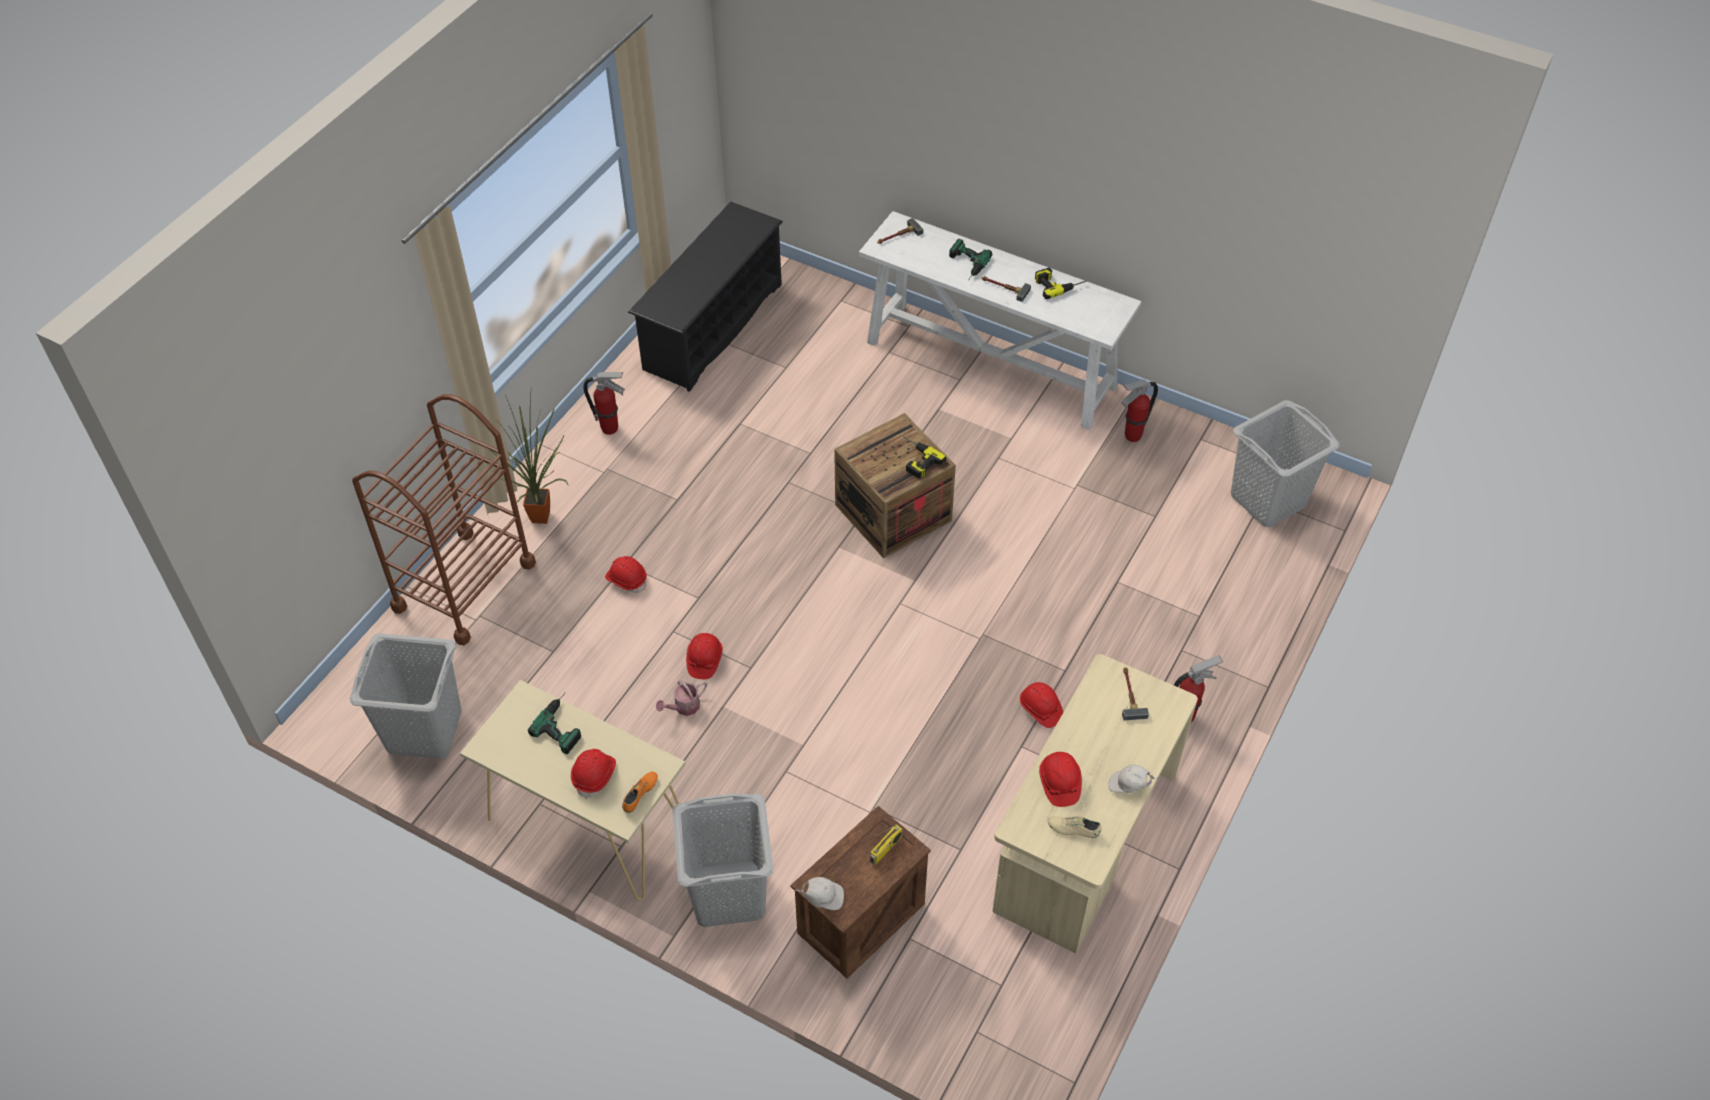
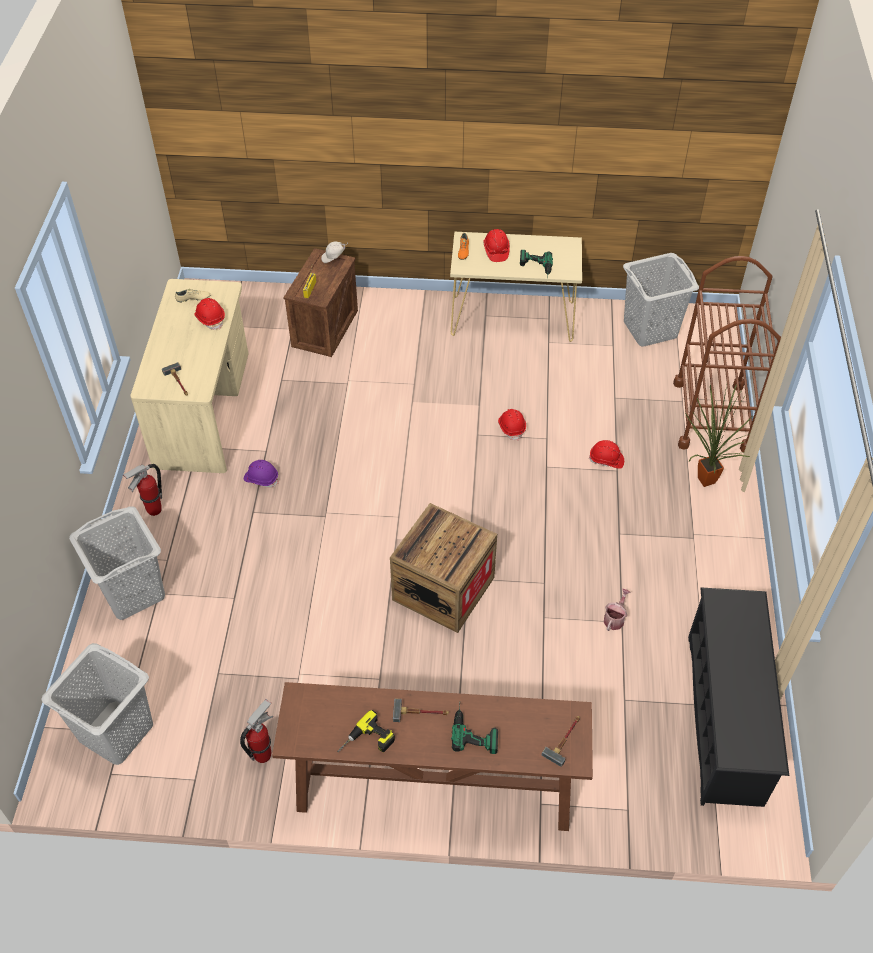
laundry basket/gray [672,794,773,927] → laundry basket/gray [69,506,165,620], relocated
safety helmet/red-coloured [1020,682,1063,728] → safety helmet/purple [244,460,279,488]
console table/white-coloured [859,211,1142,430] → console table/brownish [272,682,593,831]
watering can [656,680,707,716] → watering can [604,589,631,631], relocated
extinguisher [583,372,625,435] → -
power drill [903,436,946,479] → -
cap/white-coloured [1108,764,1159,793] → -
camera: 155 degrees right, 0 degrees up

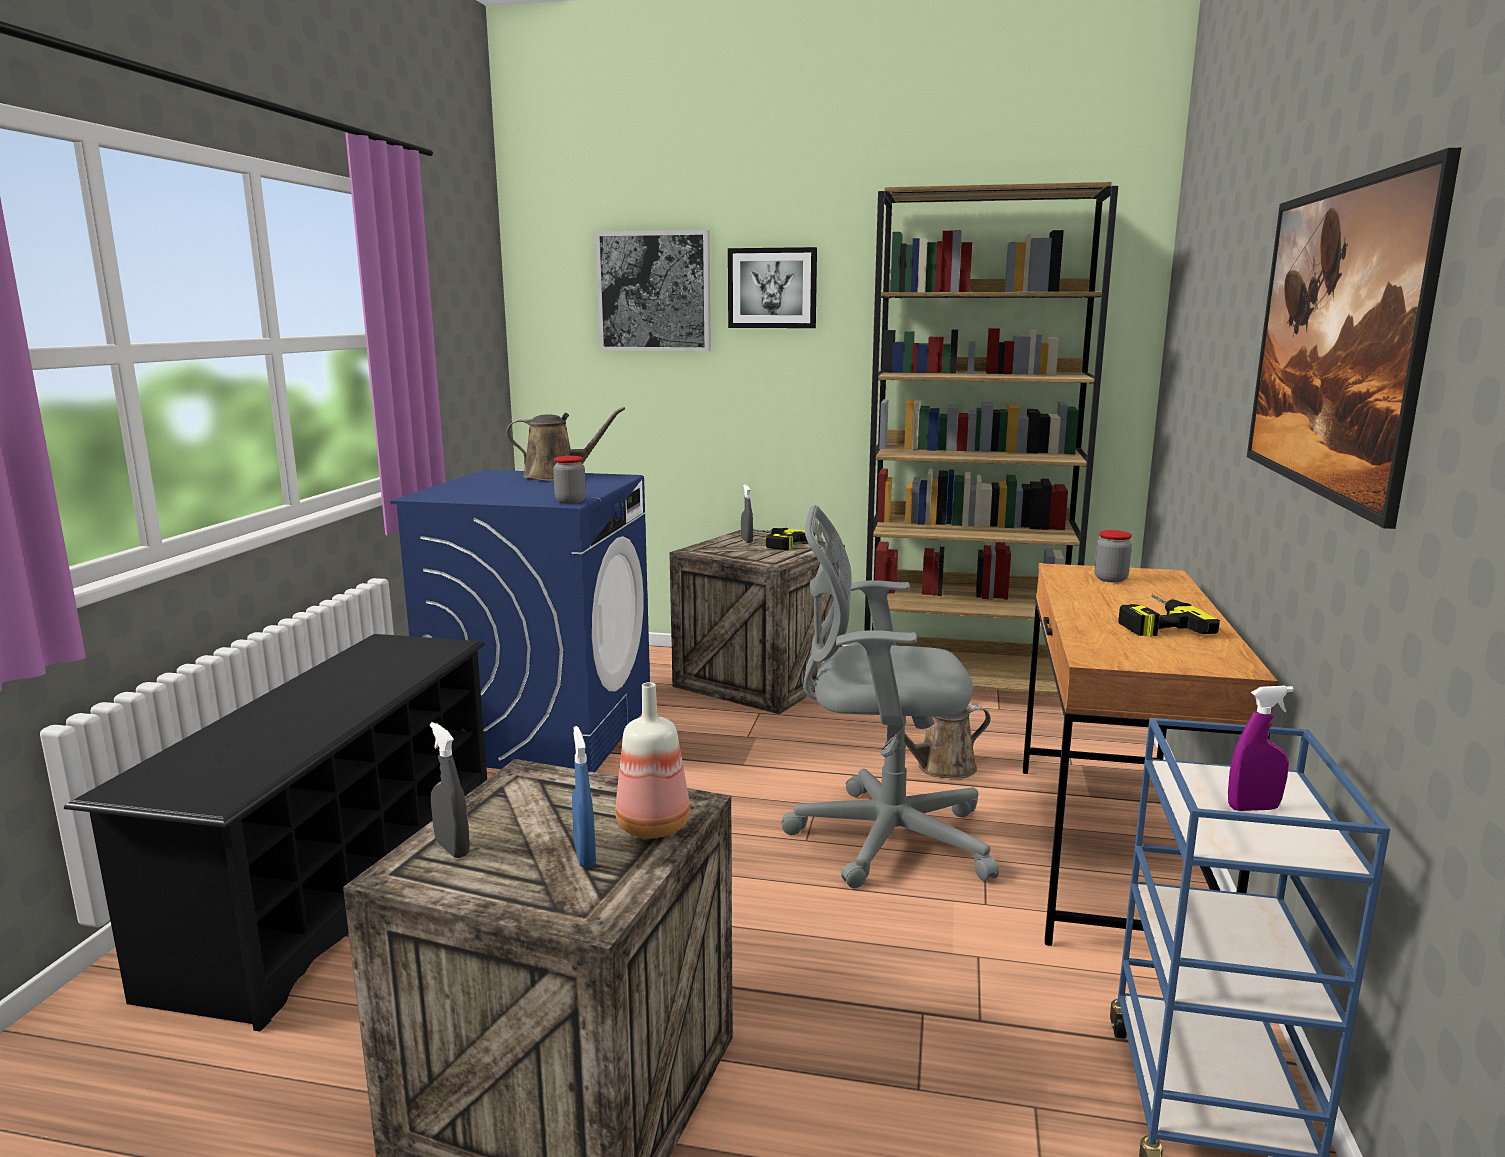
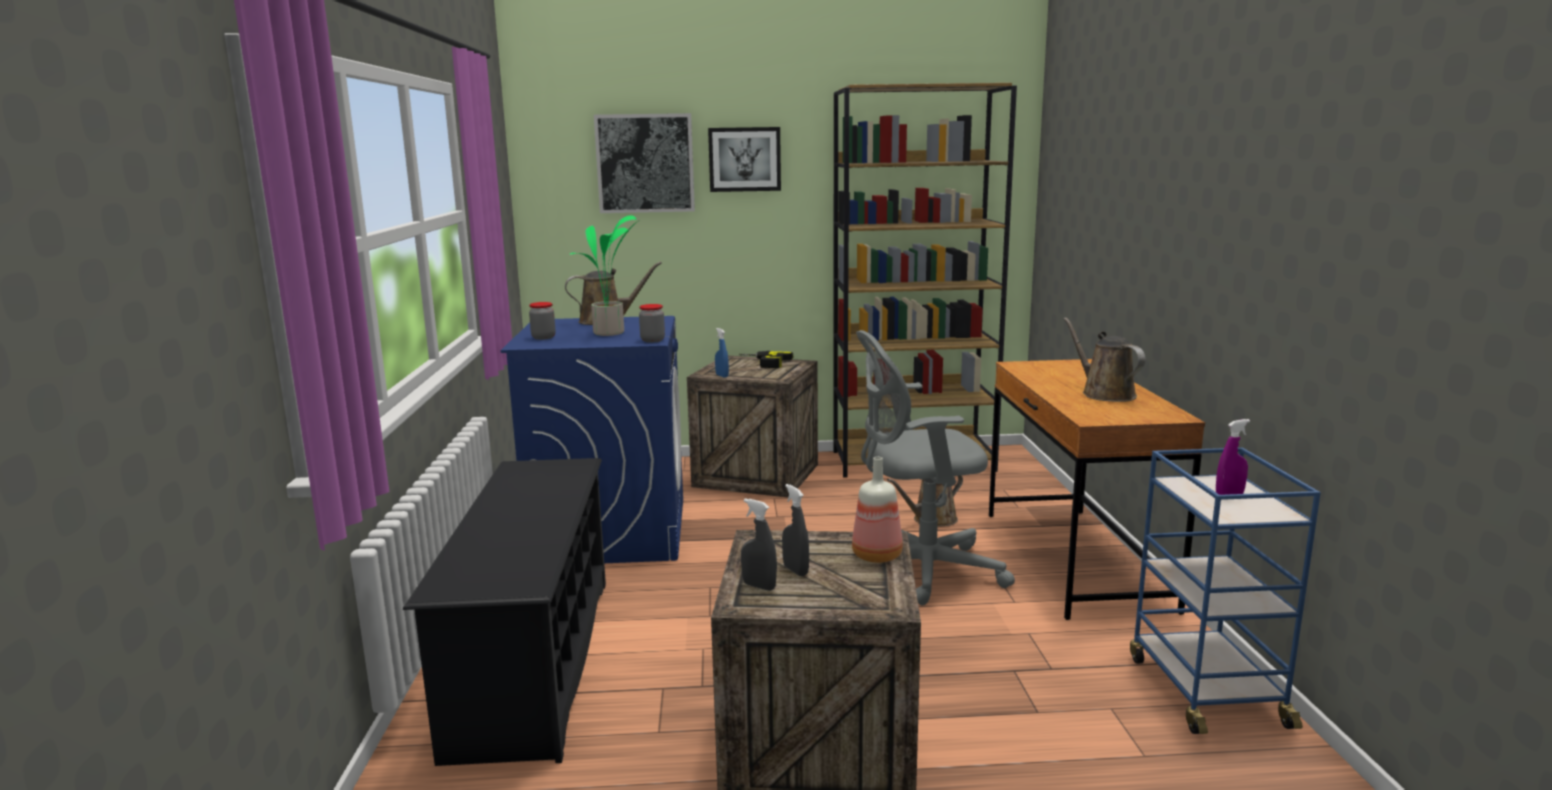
jar [1094,530,1132,583] → jar [529,302,556,340], relocated
- → potted plant [569,215,640,336]
sprayer/bluish [572,726,596,868] → sprayer/bluish [715,328,729,378], relocated
sprayer/gray [741,484,753,543] → sprayer/gray [782,484,809,576], relocated
power drill [1118,594,1220,637] → watering can/brownish [1064,317,1146,402]
picture [1247,148,1461,529] → -
camera: 15 degrees left, 0 degrees up

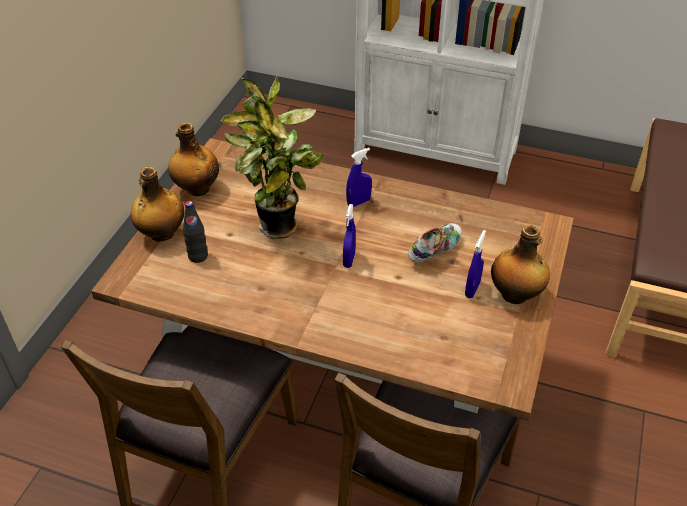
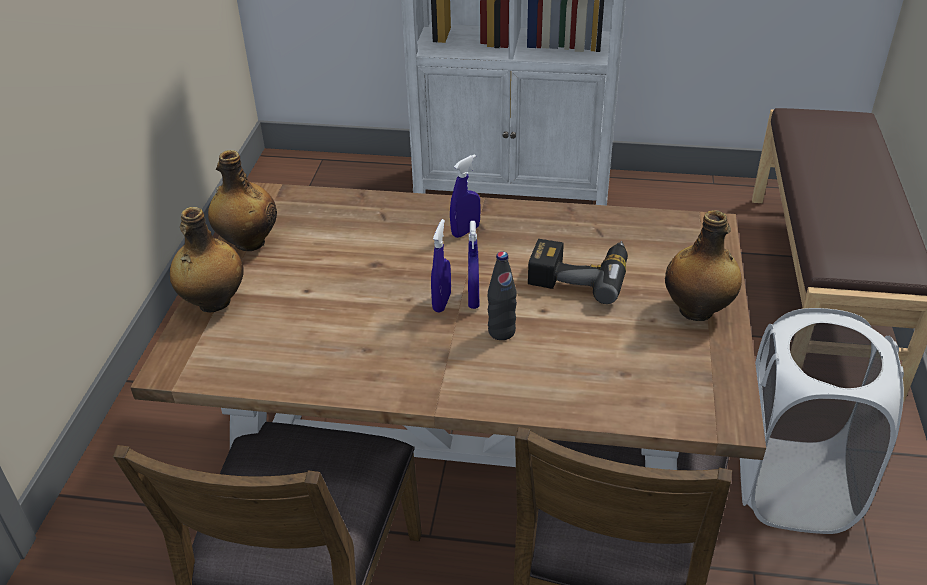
sprayer/bluish [465,230,486,298] → sprayer/bluish [431,219,451,313], relocated
bottle/black-coloured [183,201,208,263] → bottle/black-coloured [488,251,517,340], relocated
item of footwear [408,223,462,263] → power drill [528,239,628,304]
- → laundry basket/white-coloured [740,308,904,534]
potted plant [221,75,324,239] → -
camera: 10 degrees left, 5 degrees down

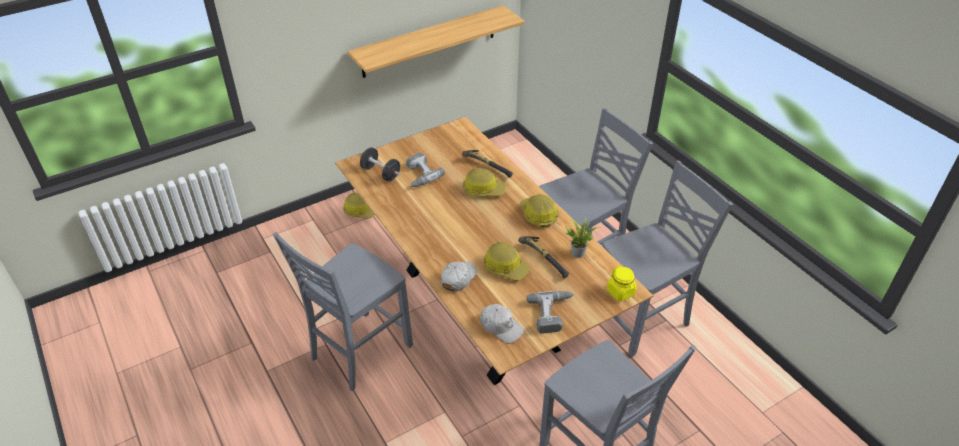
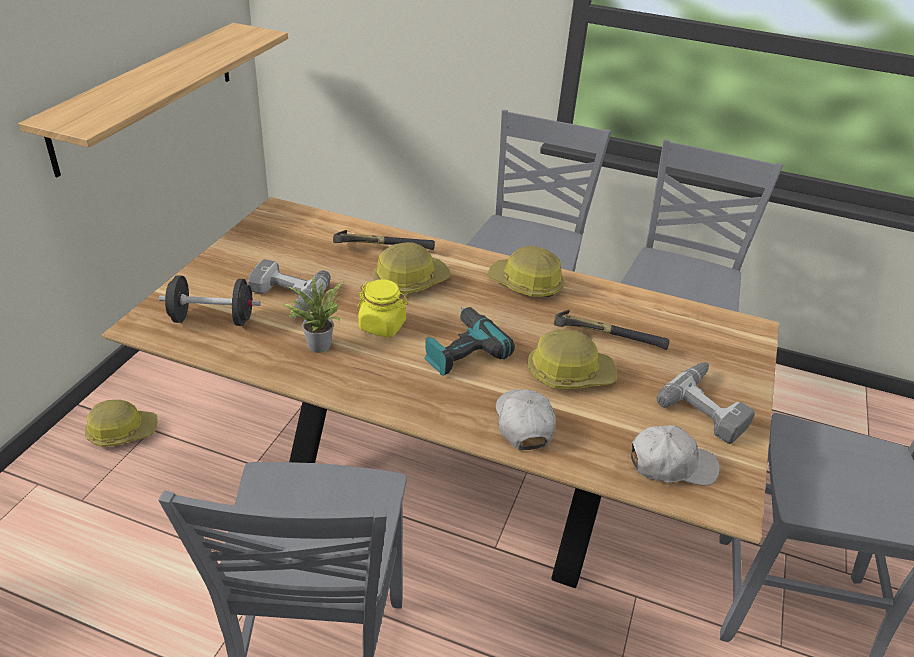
potted plant [565,217,600,258] → potted plant [282,275,346,353], relocated
jar/yellow-coloured [607,266,637,301] → jar/yellow-coloured [358,279,408,338], relocated
- → power drill [424,307,515,376]
camera: 40 degrees left, 5 degrees down

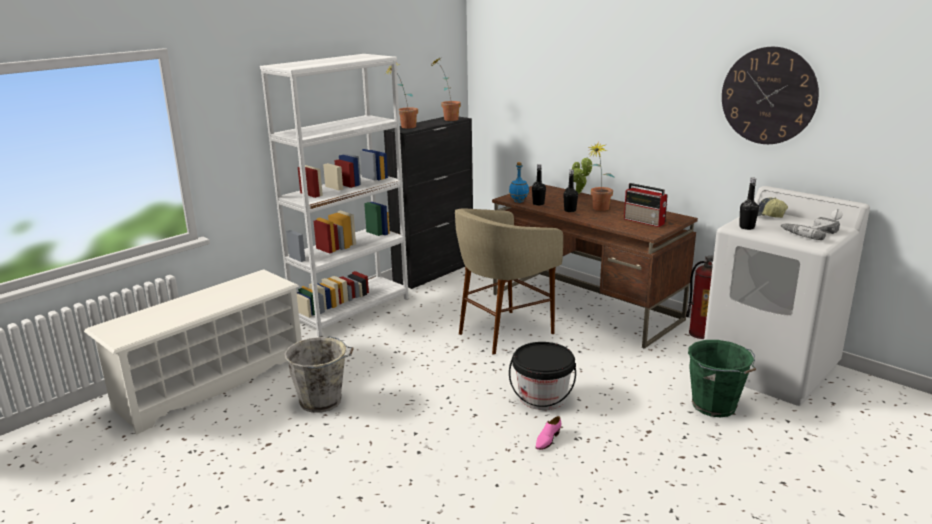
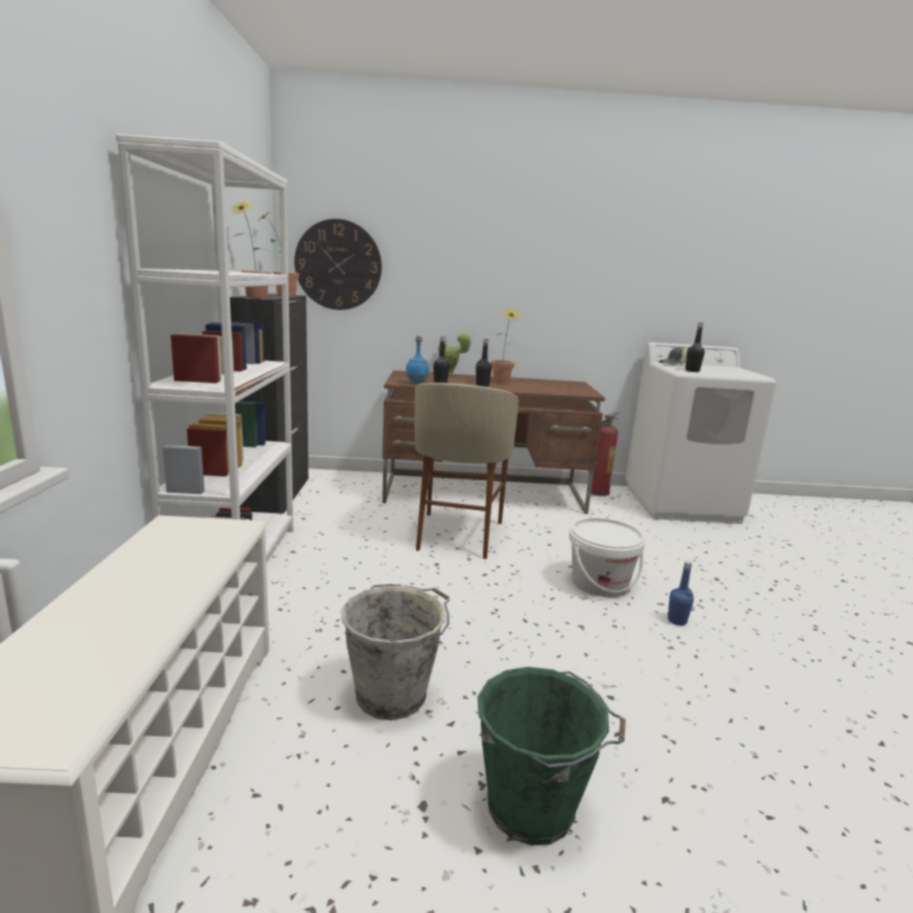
hanging clock [722,47,819,144] → hanging clock [294,219,382,310], relocated
water bucket/green-coloured [688,340,756,418] → water bucket/green-coloured [478,667,626,846], relocated
water bucket/black-coloured [509,342,576,410] → water bucket/white-coloured [569,518,645,597]
item of footwear/pink [536,416,561,450] → bottle/bluish [668,561,694,626]
radio set [624,183,668,227] → -
power drill [781,217,840,240] → -
camera: 45 degrees left, 5 degrees down

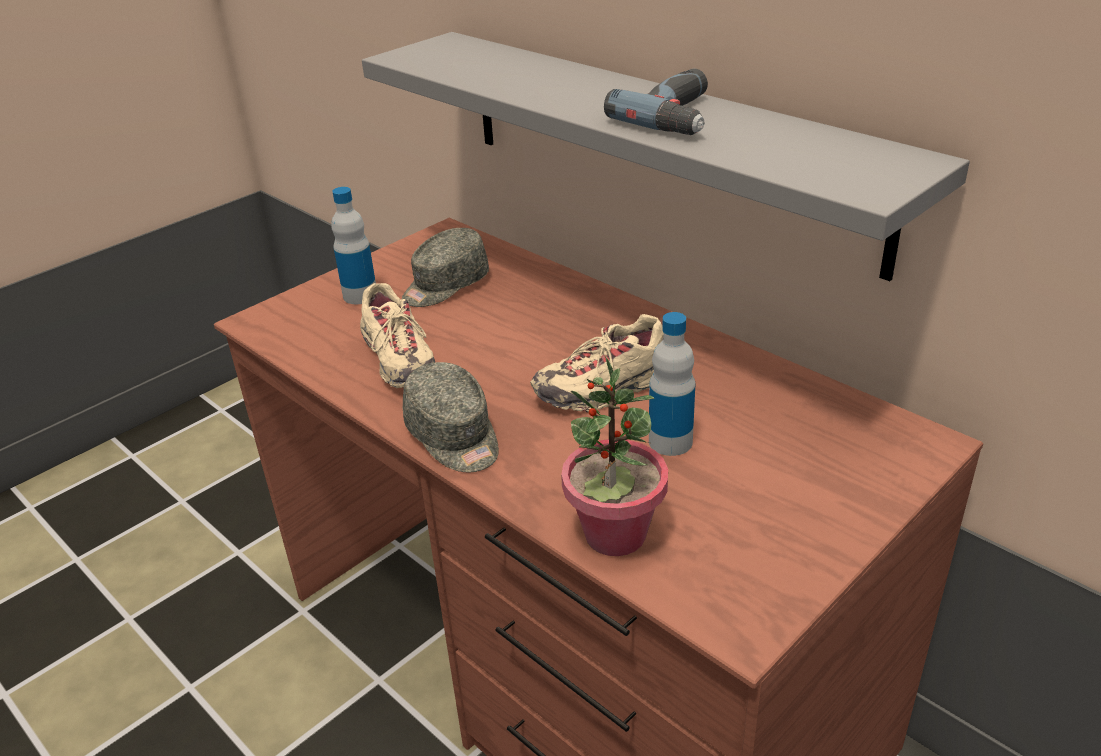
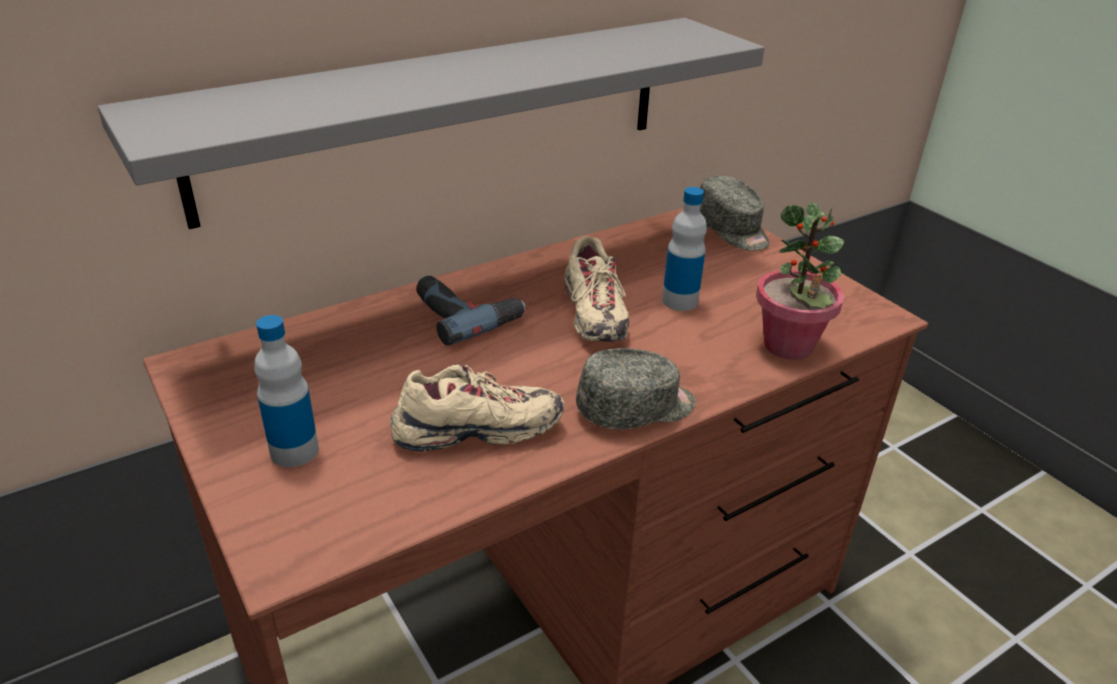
power drill [604,69,708,135] → power drill [416,276,526,346], relocated
cap/gray [402,228,489,307] → cap/gray [700,176,770,251], relocated
camera: 80 degrees left, 0 degrees up

